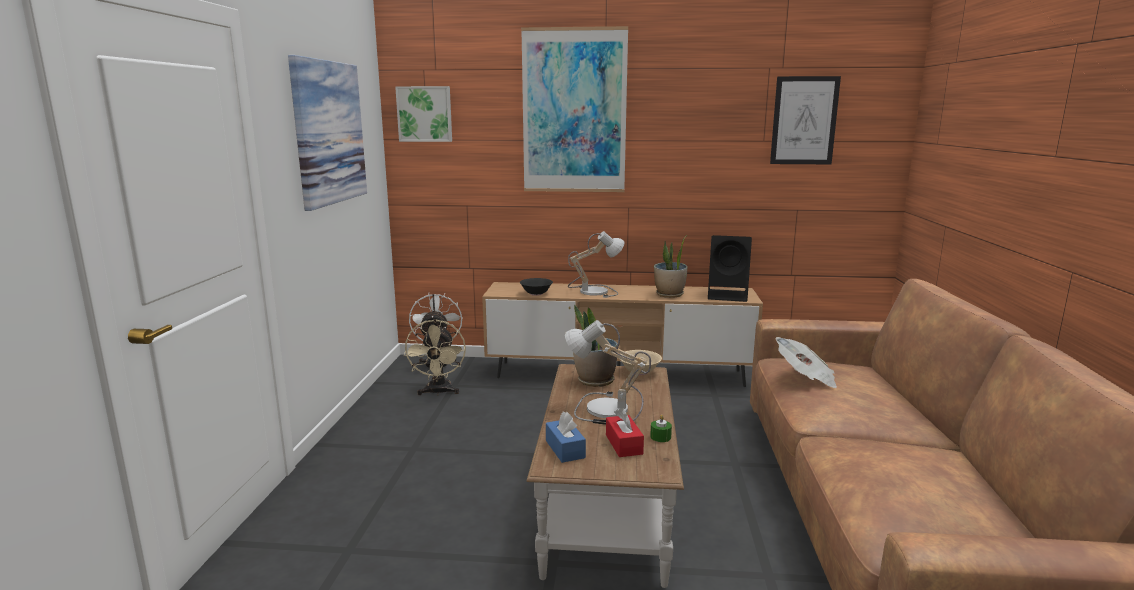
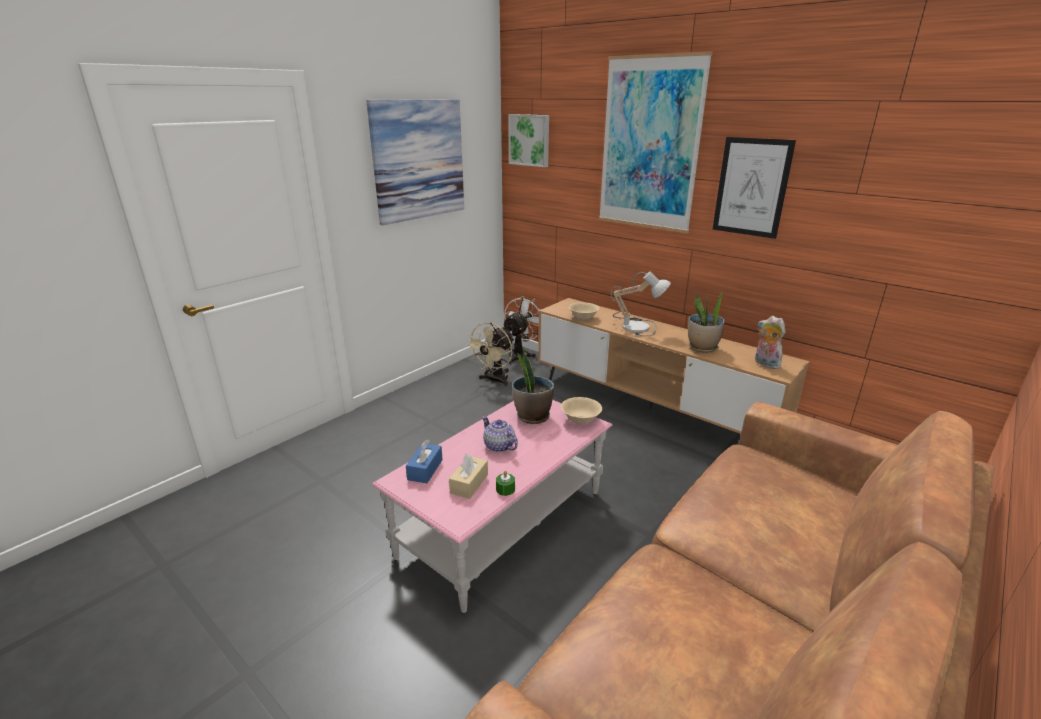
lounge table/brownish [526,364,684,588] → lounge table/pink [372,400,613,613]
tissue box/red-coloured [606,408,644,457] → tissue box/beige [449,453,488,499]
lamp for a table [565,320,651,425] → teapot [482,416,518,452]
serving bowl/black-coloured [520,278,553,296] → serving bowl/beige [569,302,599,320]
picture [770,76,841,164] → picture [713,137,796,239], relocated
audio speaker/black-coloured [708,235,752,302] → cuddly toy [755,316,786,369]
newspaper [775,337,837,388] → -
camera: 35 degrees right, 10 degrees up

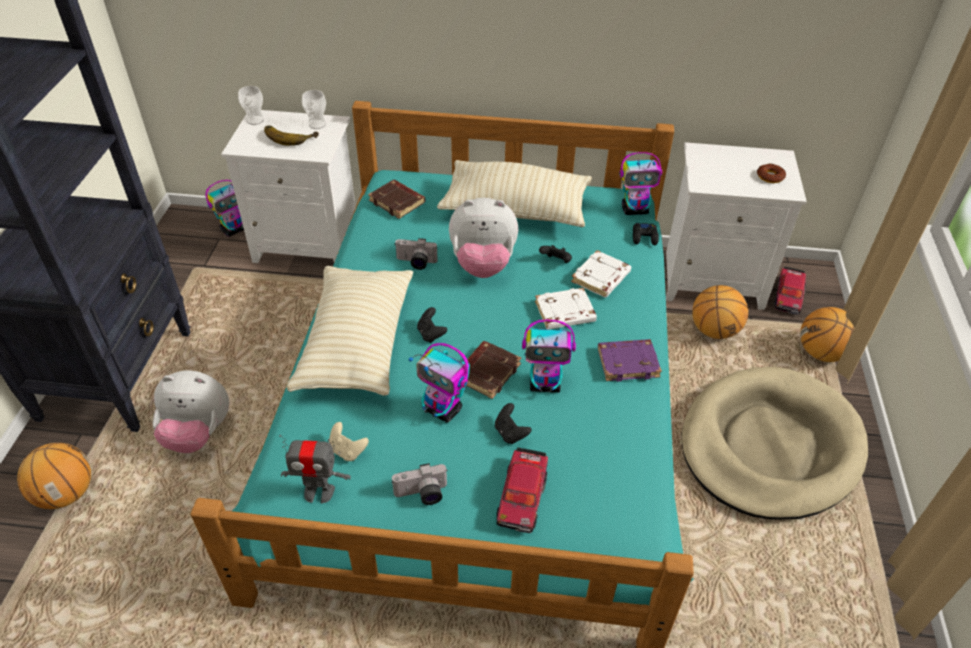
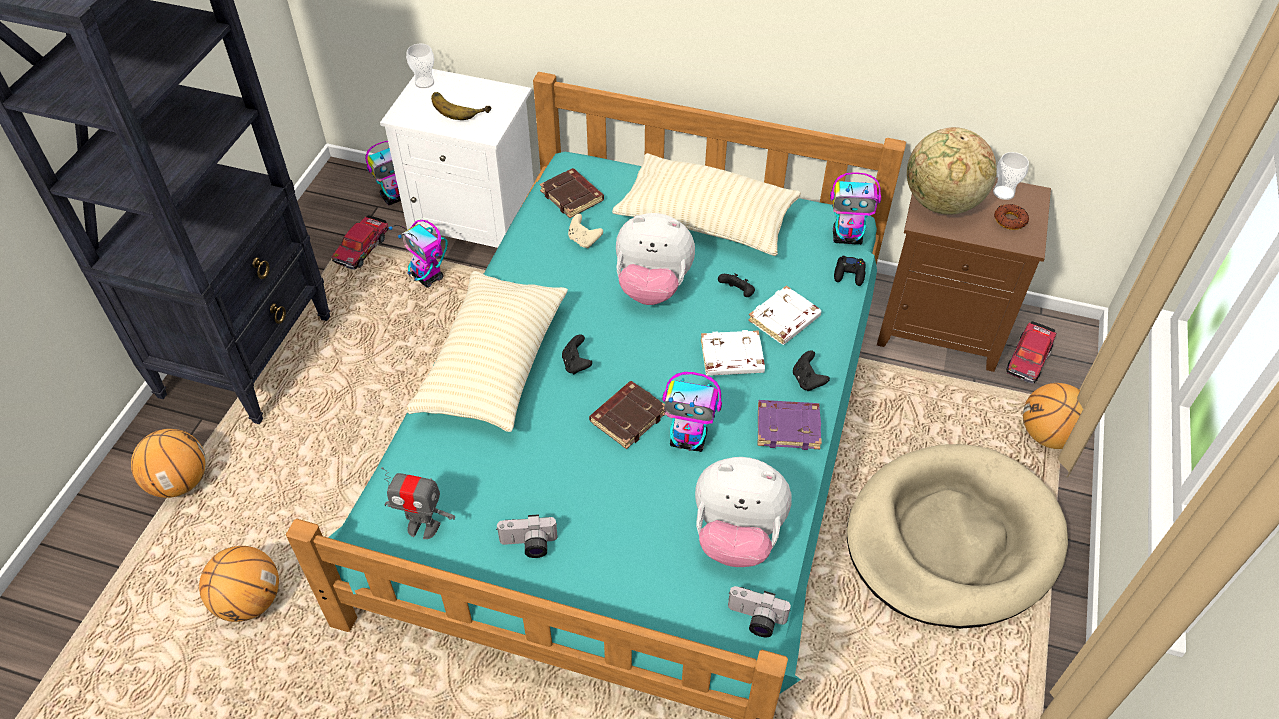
ball for basketball [692,285,748,339] → ball for basketball [199,546,279,622], relocated
miniature car [496,448,548,533] → miniature car [332,215,389,270], relocated
model robot [409,343,470,423] → model robot [389,220,448,288], relocated
game controller/beige [329,422,369,461] → game controller/beige [568,214,603,248], relocated
cuddly toy [153,370,229,453] → cuddly toy [695,457,792,567], relocated
photo camera [395,238,438,270] → photo camera [728,586,791,637], relocated
game controller/black-coloured [495,403,532,444] → game controller/black-coloured [793,350,830,391], relocated
bedside table/white-coloured [666,142,807,310] → bedside table/brownish [877,178,1051,372]
- → world globe [907,127,997,215]
cup [302,90,326,129] → cup [993,152,1029,200], relocated
camera: 10 degrees right, 5 degrees up

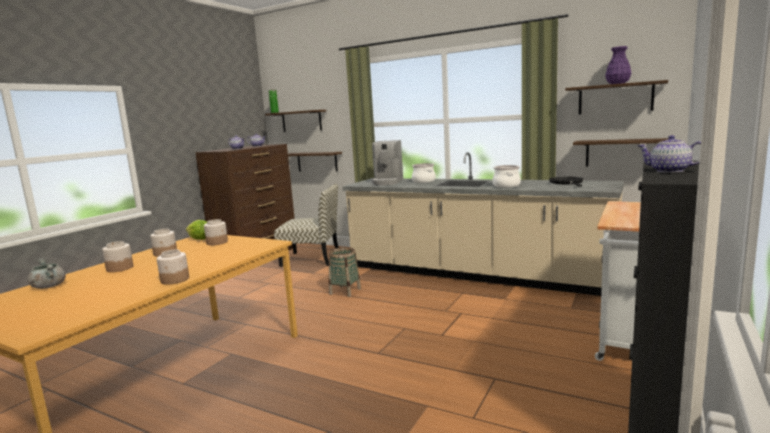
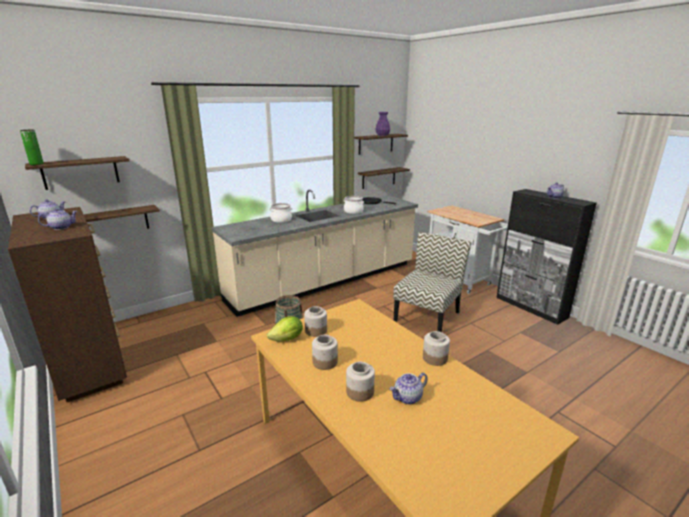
- → teapot [389,373,428,404]
upright chair [274,184,339,267] → upright chair [393,232,472,332], relocated
stockpot/gray [28,259,66,289] → -
coffee machine [372,140,403,186] → -
camera: 65 degrees left, 10 degrees up

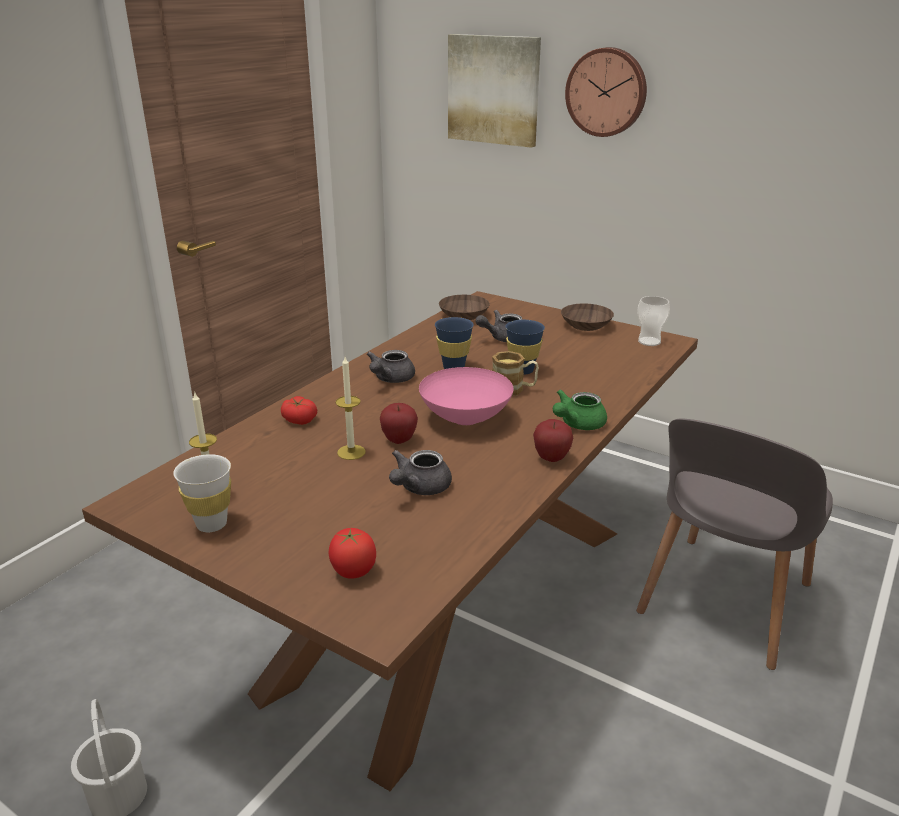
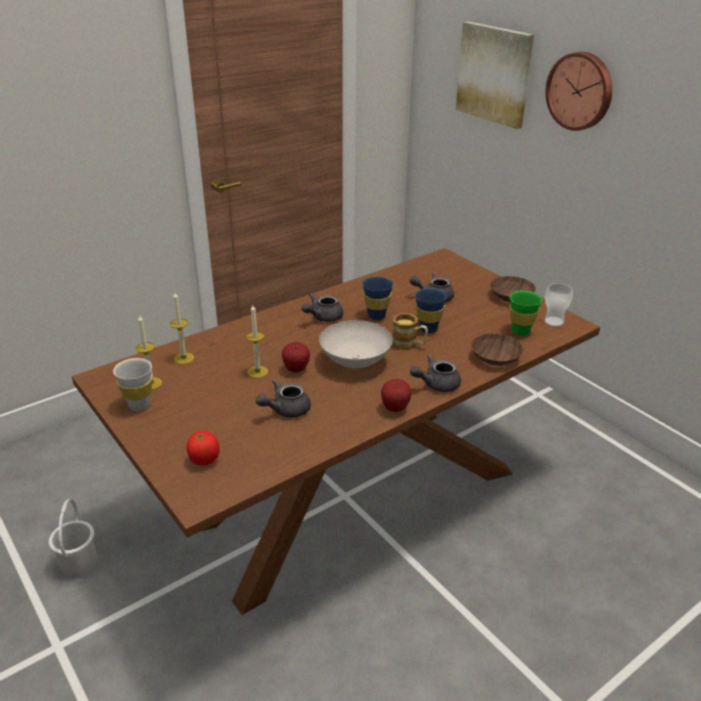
- → wax candle [170,293,194,364]
serving bowl/pink [419,367,513,425] → serving bowl/white-coloured [319,320,393,368]
teapot/green-coloured [553,390,607,430] → teapot/gray [410,354,461,392]
serving bowl/brownish [439,295,490,320] → serving bowl/brownish [471,333,523,366], relocated
- → cup/green-coloured [509,290,542,336]
whole tomato [281,396,317,425] → -
upright chair/gray [636,418,833,670] → -
camera: 20 degrees right, 5 degrees up

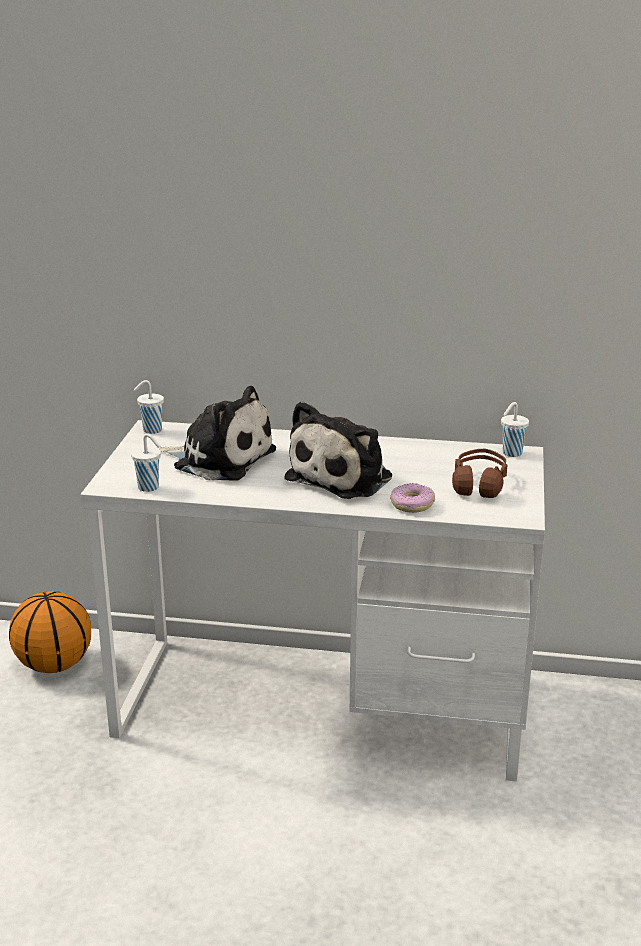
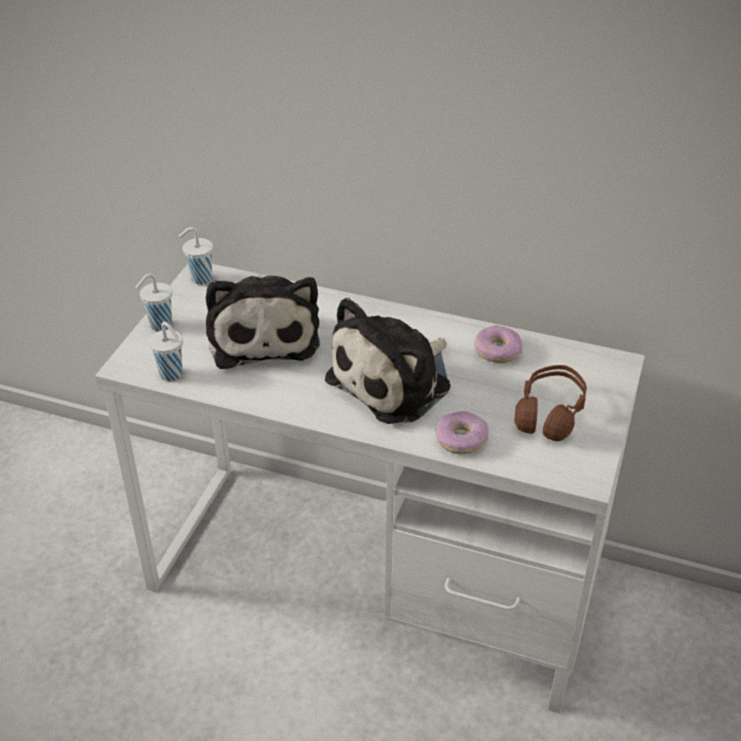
cup/white-coloured [501,402,529,457] → cup/white-coloured [135,273,172,331], relocated
cuddly toy [159,386,276,481] → cuddly toy [206,276,320,369], 45 degrees clockwise
- → donut [474,325,523,363]
ball for basketball [9,591,91,673] → -
camera: 10 degrees right, 15 degrees up

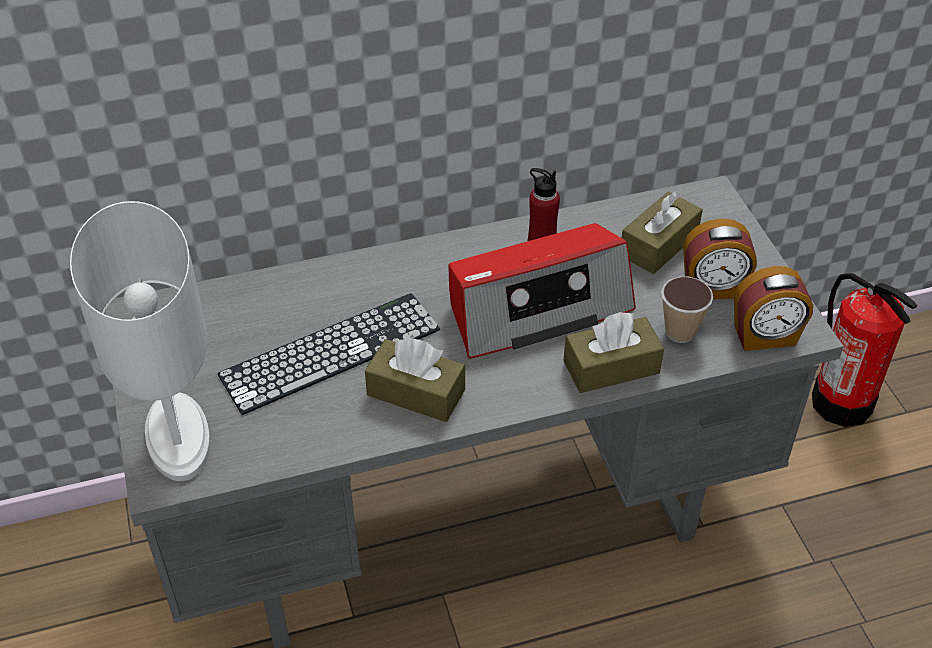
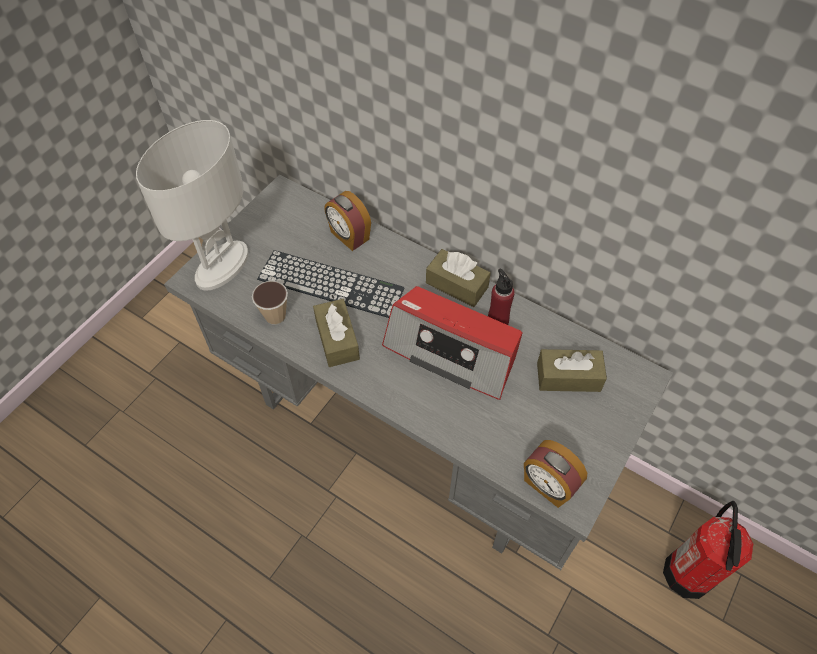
cup [661,277,713,343] → cup [252,281,288,325], relocated
alarm clock [683,218,757,299] → alarm clock [324,191,371,251], relocated
tissue box/brownish [564,312,664,393] → tissue box/brownish [426,249,491,307], relocated
camera: 50 degrees right, 10 degrees up

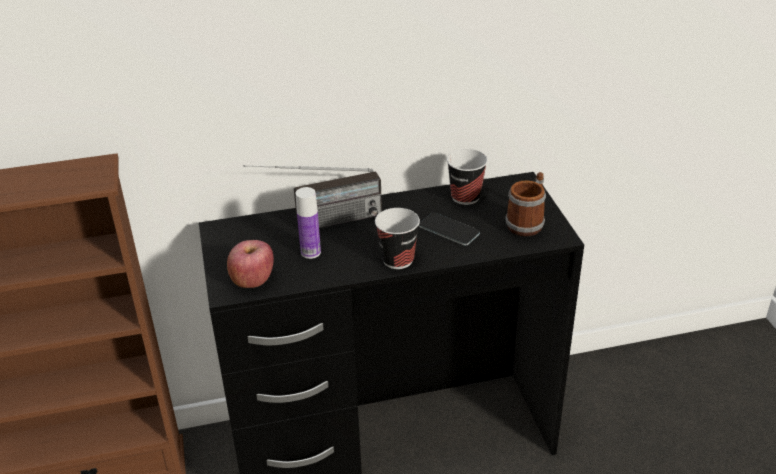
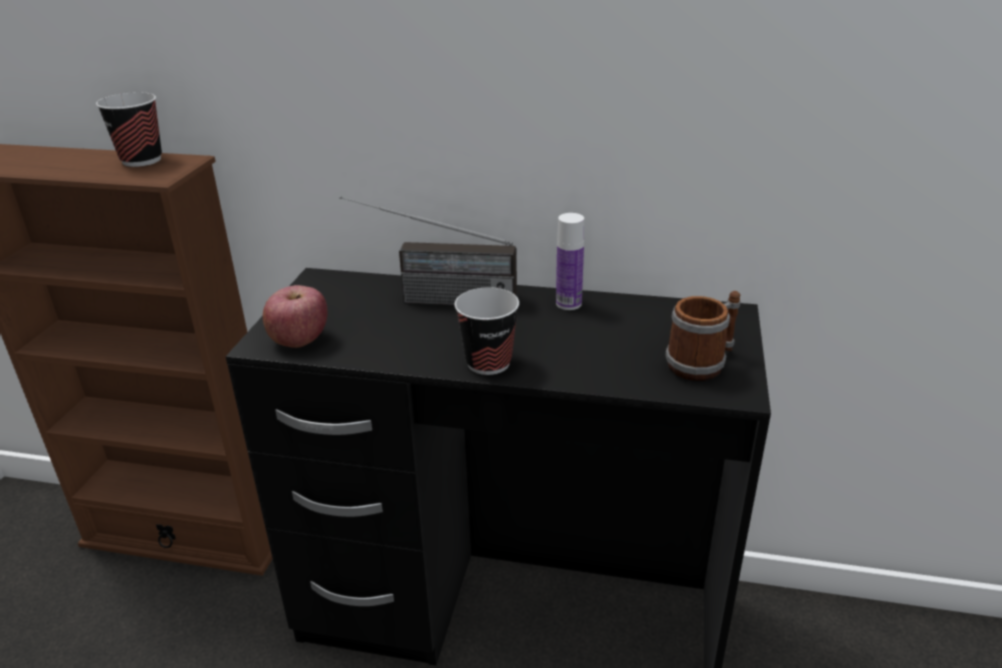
cup [447,149,488,205] → cup [96,92,162,167], relocated
bottle [296,187,321,259] → bottle [556,213,584,310], relocated
handset [419,213,480,245] → -
camera: 25 degrees right, 5 degrees down

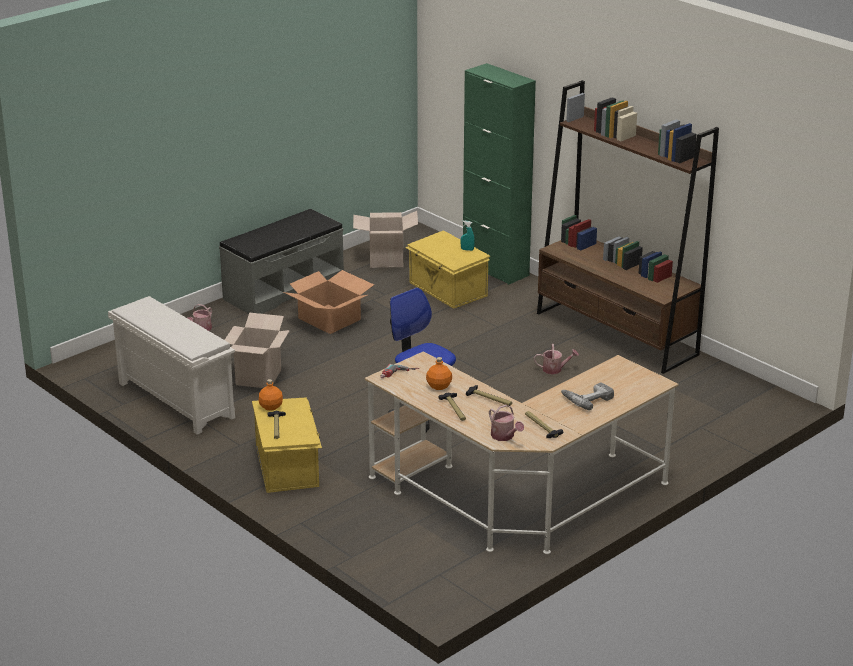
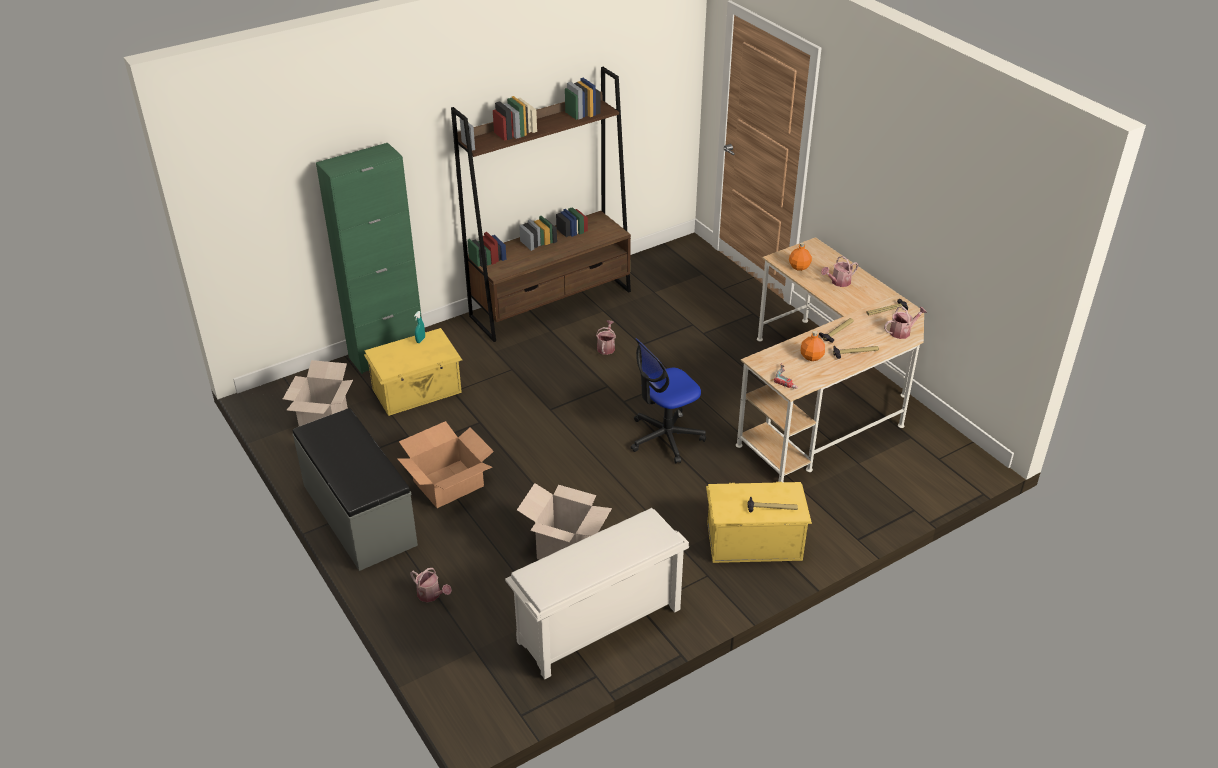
bottle/orange [259,379,283,411] → bottle/orange [789,242,812,271], relocated
power drill [561,382,614,410] → watering can [821,256,858,287]
camera: 80 degrees left, 10 degrees up

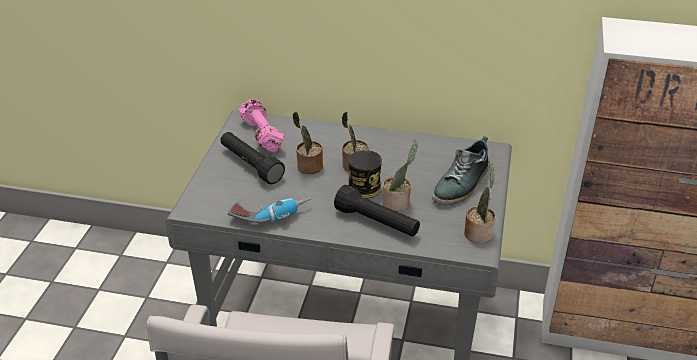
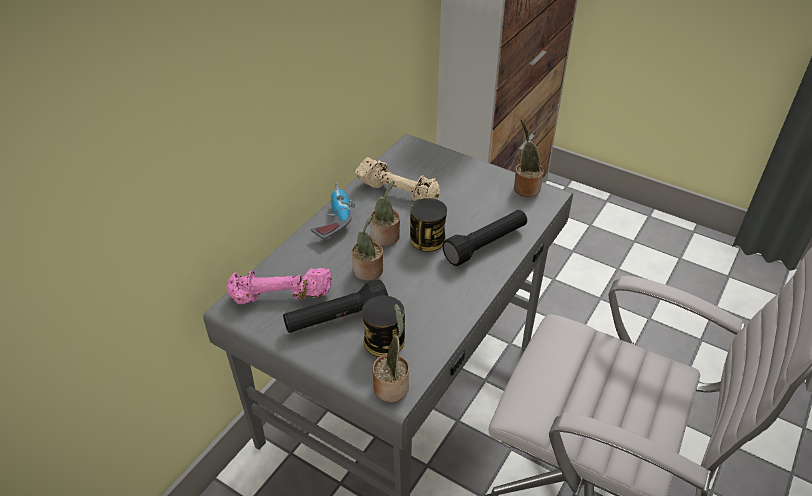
power drill [228,197,311,223] → power drill [311,183,355,239], relocated
- → hand weight/beige [355,157,440,201]
- → can [362,295,405,357]
potted plant [383,140,418,212] → potted plant [372,304,409,402], relocated
item of footwear [432,136,489,205] → -
camera: 70 degrees left, 5 degrees up

